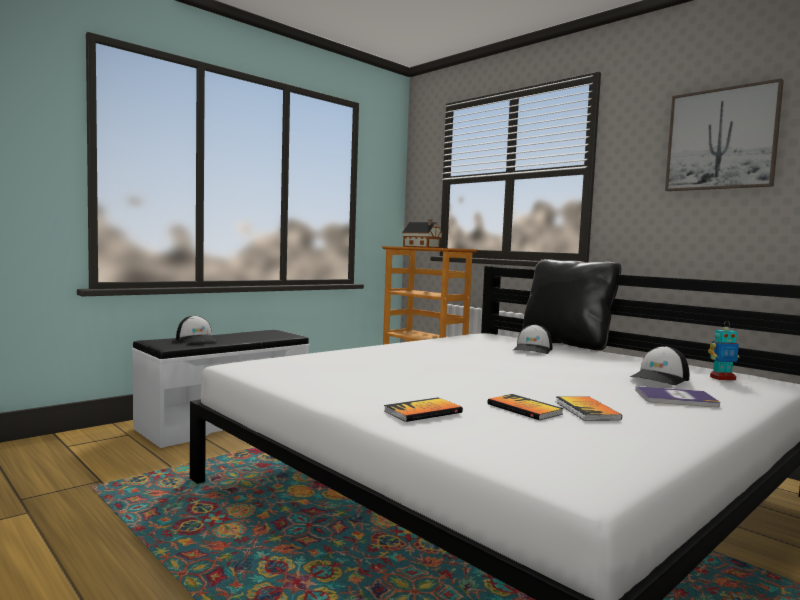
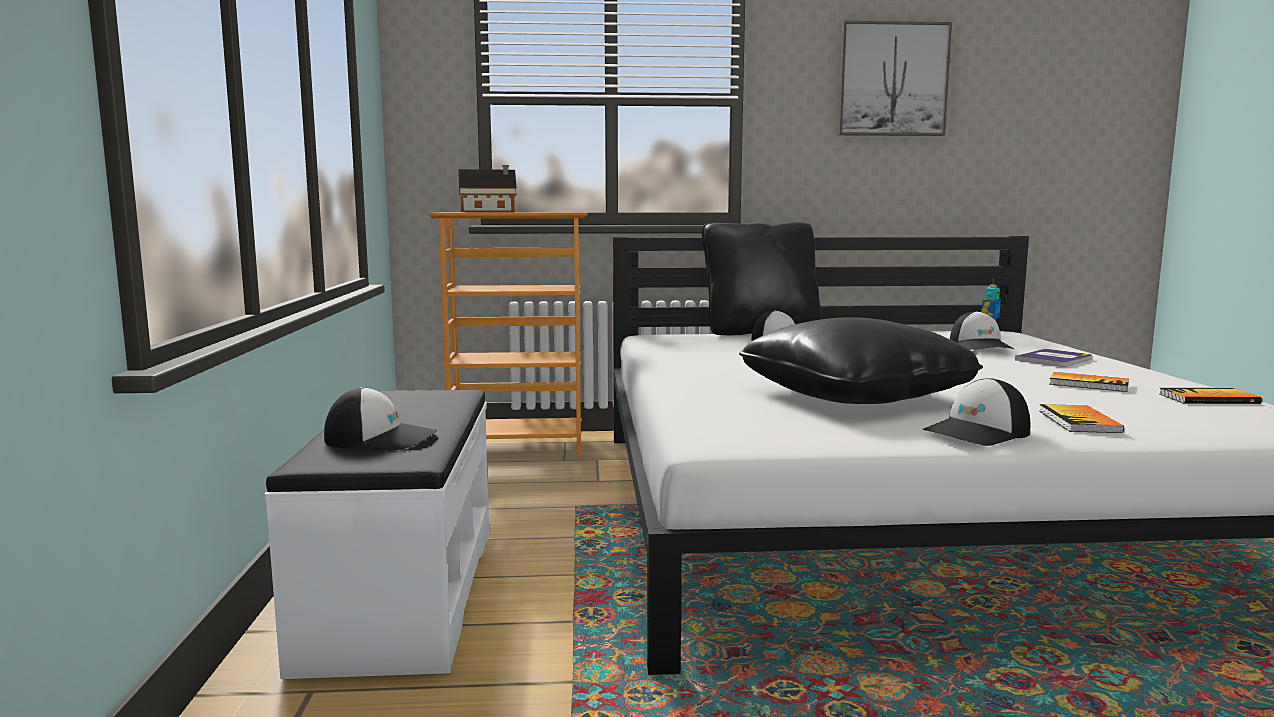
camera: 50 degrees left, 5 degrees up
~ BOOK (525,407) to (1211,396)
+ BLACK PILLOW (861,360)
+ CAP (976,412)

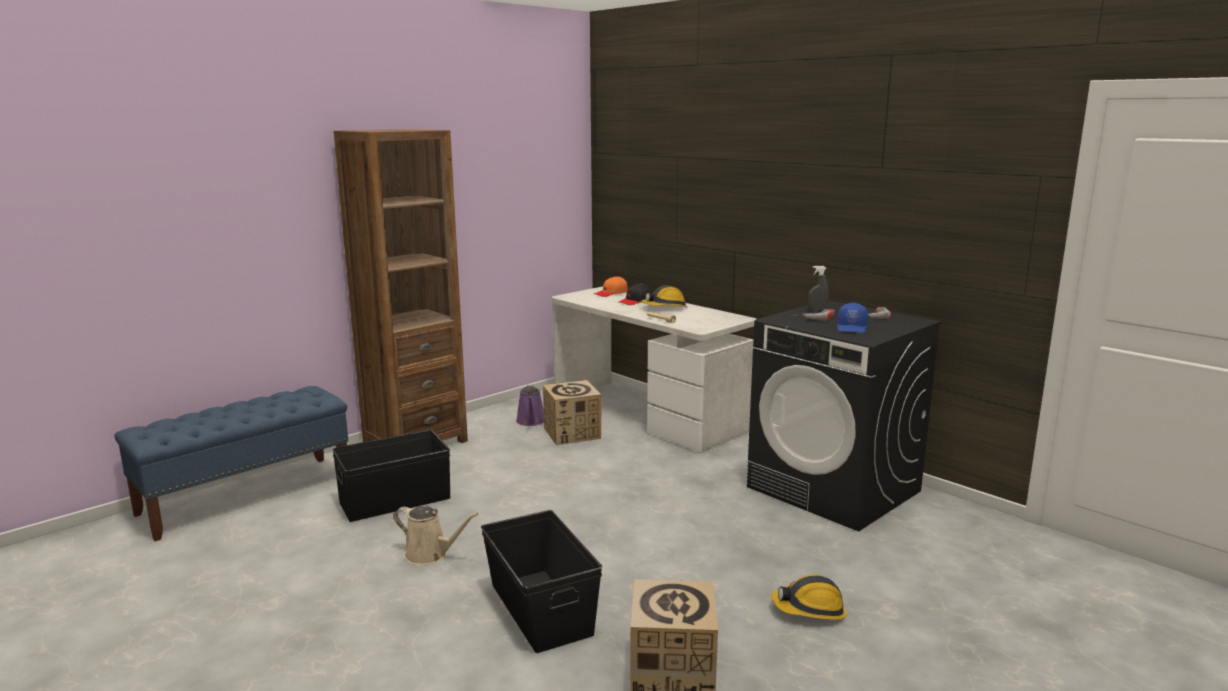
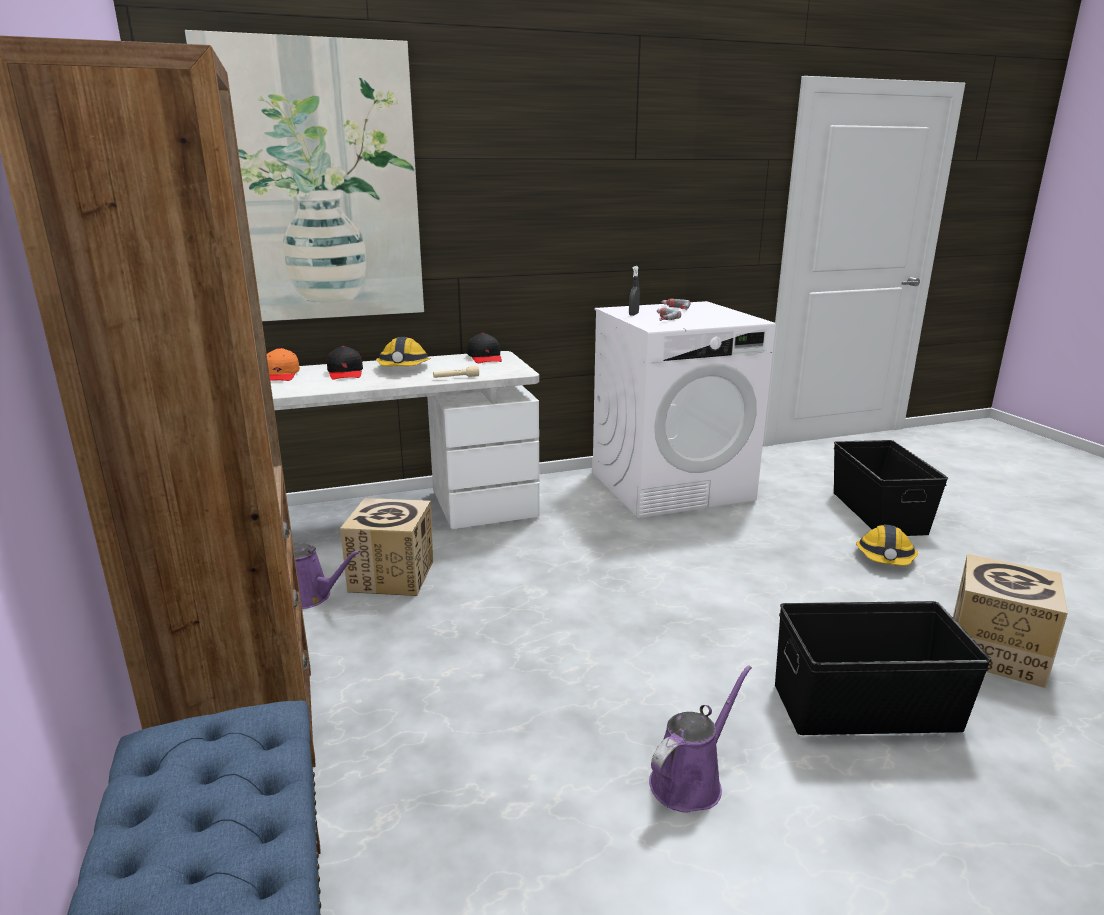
camera: 65 degrees left, 5 degrees up
~ BLACK WASHING MACHINE (844,415) to WHITE WASHING MACHINE (684,409)
- BLUE CAP (852,318)
~ BLACK STORAGE BOX (391,476) to (891,488)
~ BEIGE WATERING CAN (435,535) to PURPLE WATERING CAN (700,739)
+ PICTURE (304,175)
+ BLACK CAP (484,348)

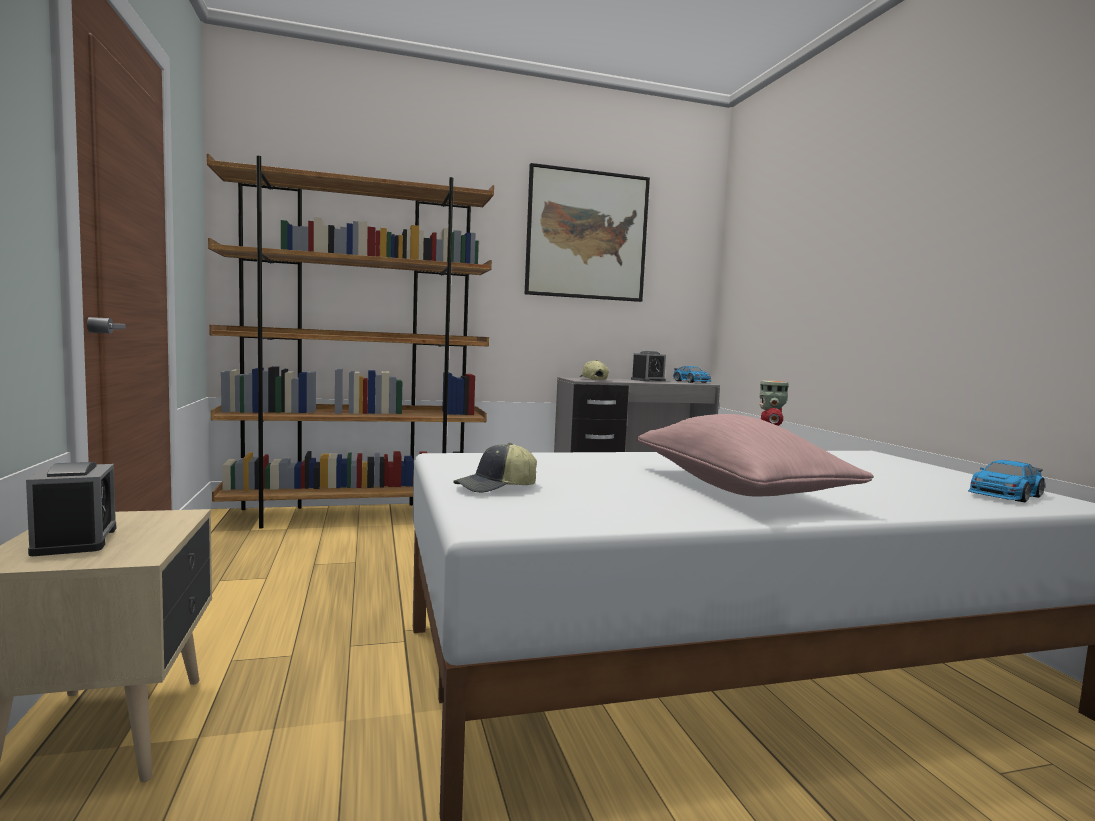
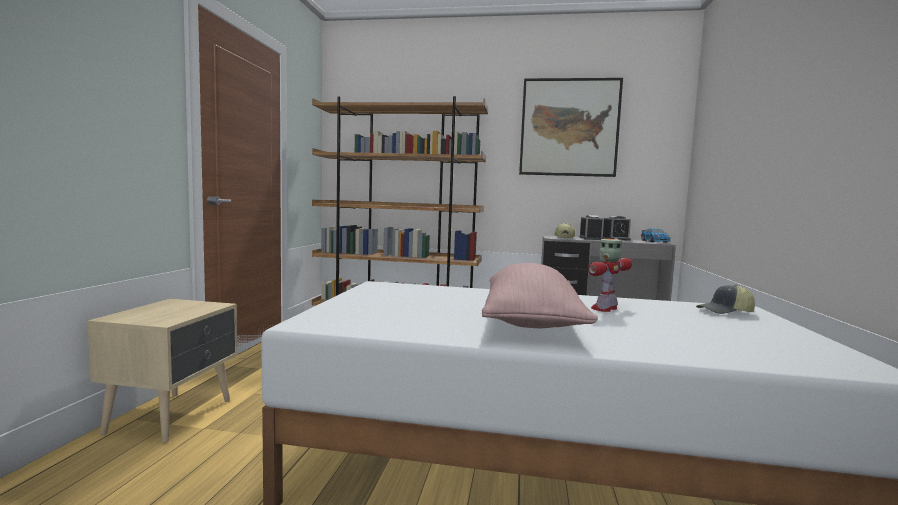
camera: 25 degrees right, 0 degrees up
~ CAP (495,468) to (725,299)
- TOY CAR (1006,481)
~ ALARM CLOCK (71,509) to (591,227)

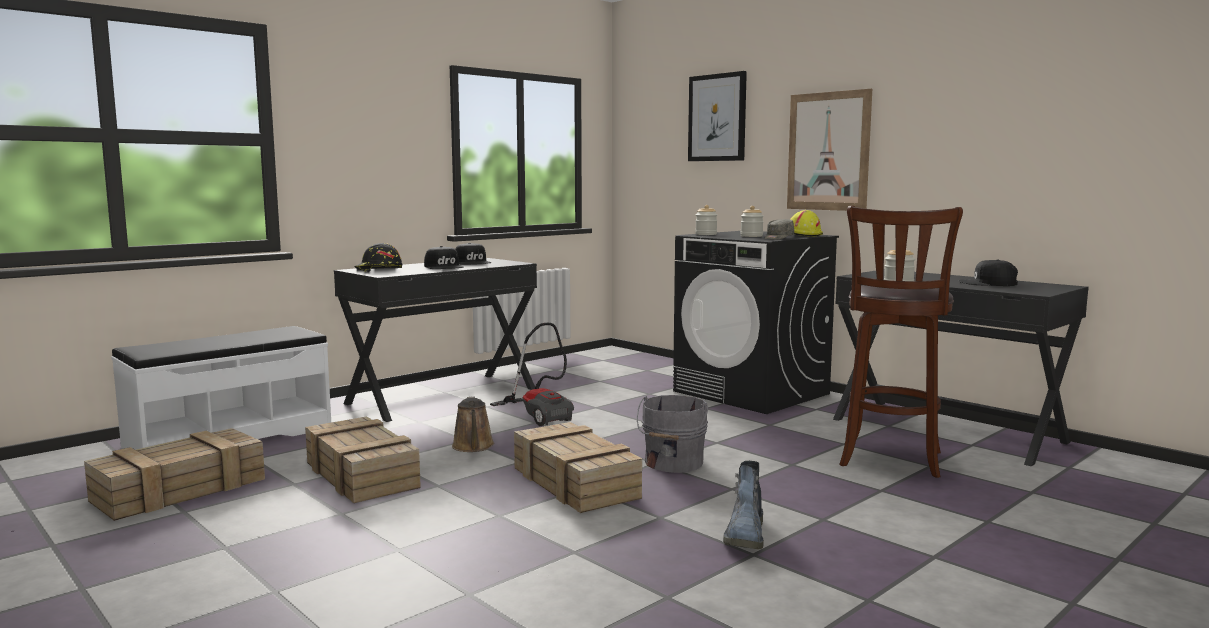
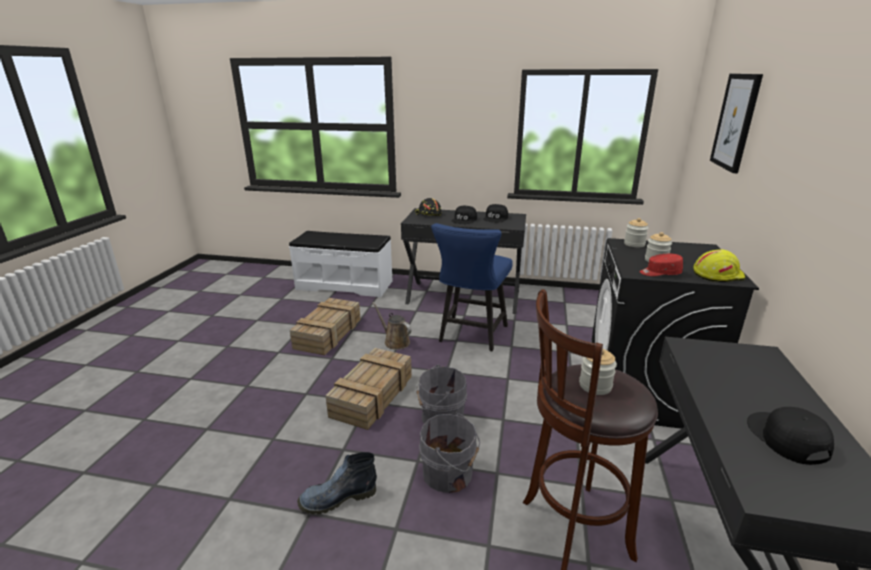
camera: 55 degrees right, 15 degrees up
- PICTURE (829,150)
~ GREY CAP (779,229) to RED CAP (661,265)
~ VACUUM CLEANER (532,374) to BLUE CHAIR (472,287)
~ BROWN WATERING CAN (473,424) = (392,326) 90 degrees clockwise
- CRATE (174,474)
+ GREY BUCKET (449,453)

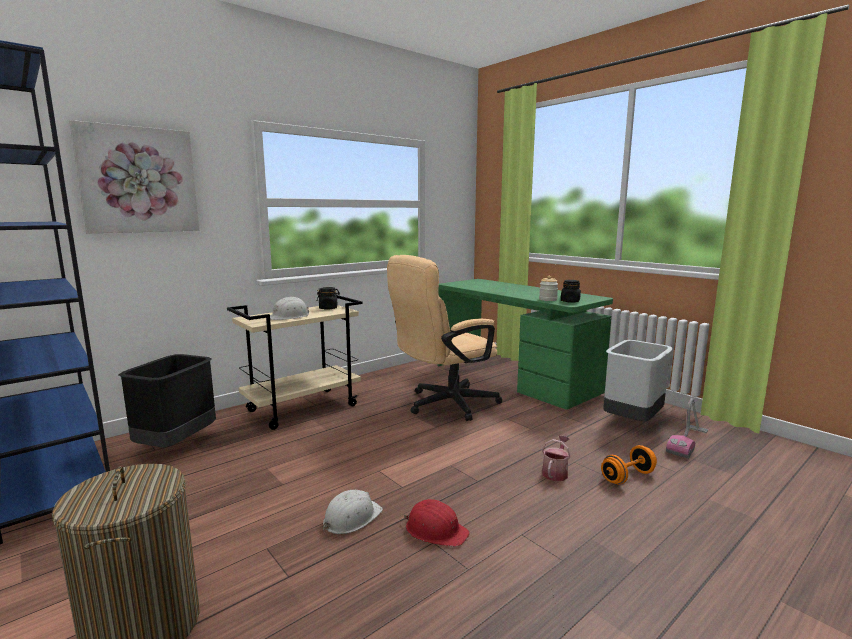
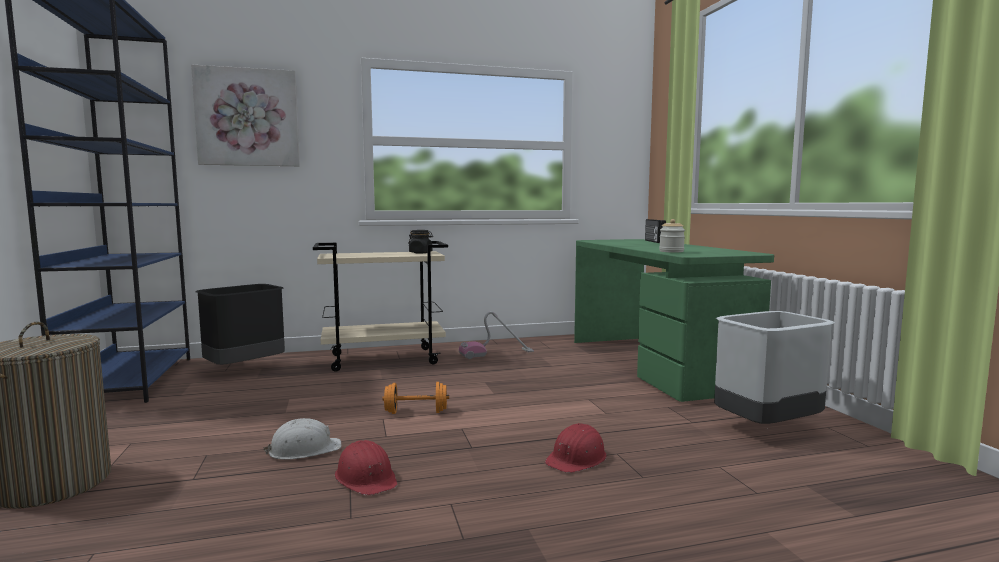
camera: 25 degrees right, 5 degrees down
- BEIGE OFFICE CHAIR (444,338)
- BLACK JAR (571,291)
- WHITE HARD HAT (289,308)
~ VACUUM CLEANER (687,428) to (496,335)
~ WATERING CAN (556,458) to RED HARD HAT (576,448)
~ ORANGE DUMBBELL (629,464) to (415,398)
+ RADIO (655,231)

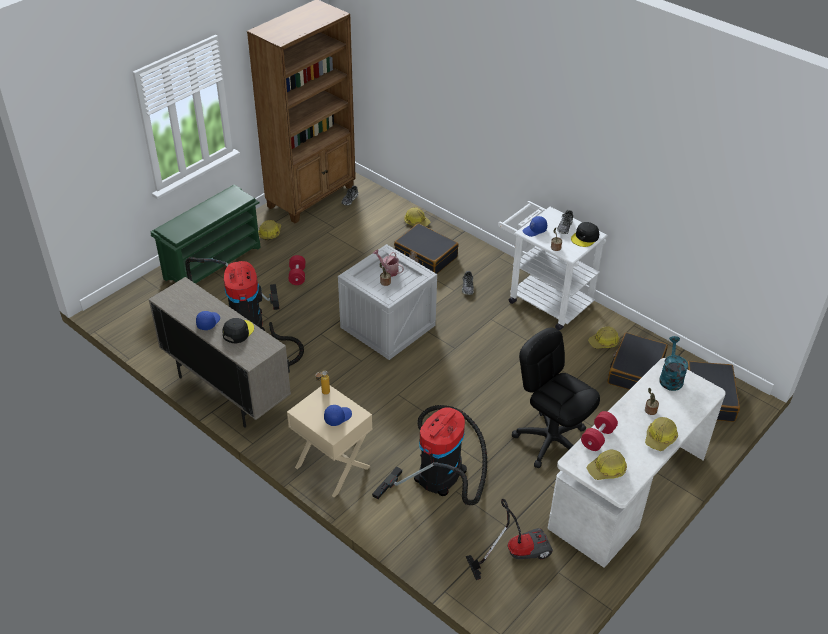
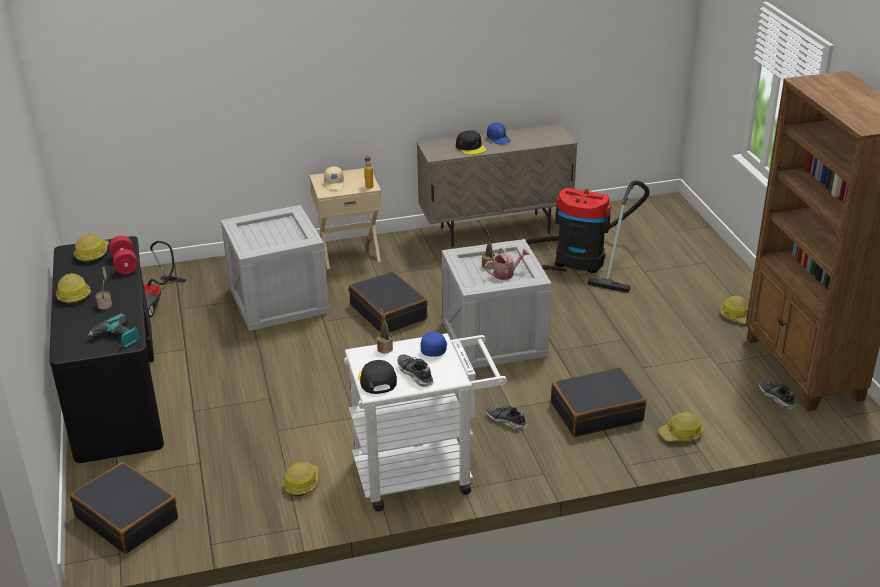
camera: 125 degrees right, 10 degrees down
- GREEN SHOE RACK (206,234)
- RED DUMBBELL (297,270)
- BLACK OFFICE CHAIR (556,398)
~ BLACK SUITCASE (638,361) to (388,302)
~ TURQUOISE WATERING CAN (673,363) to POWER DRILL (113,330)
~ WHITE DESK (636,463) to BLACK DESK (106,349)
~ BLUE CAP (338,415) to BEIGE CAP (334,178)
~ VACUUM CLEANER (429,455) to CRATE (275,268)

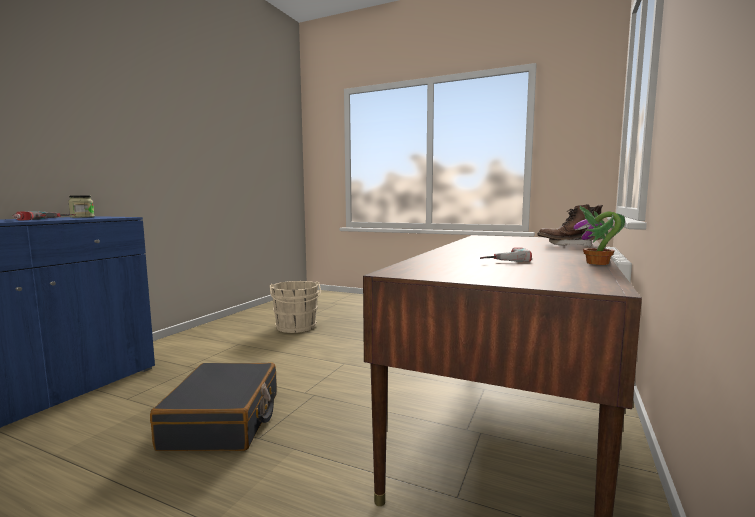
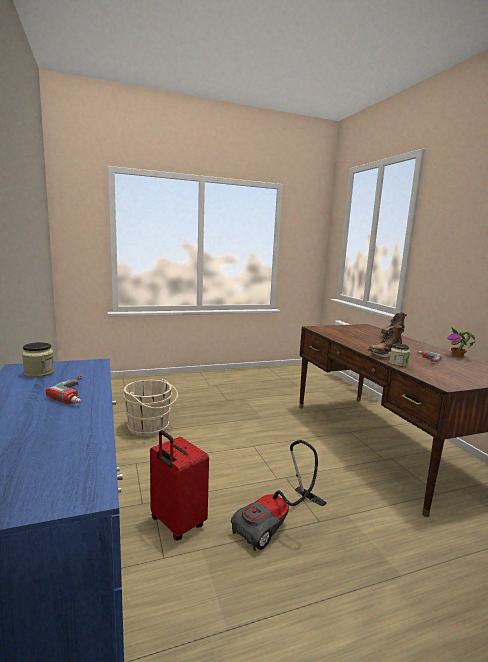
camera: 45 degrees left, 5 degrees up
~ BLACK SUITCASE (213,406) to VACUUM CLEANER (279,495)
+ BROWN BOOT (386,341)
+ JAR (399,355)
+ RED SUITCASE (179,485)

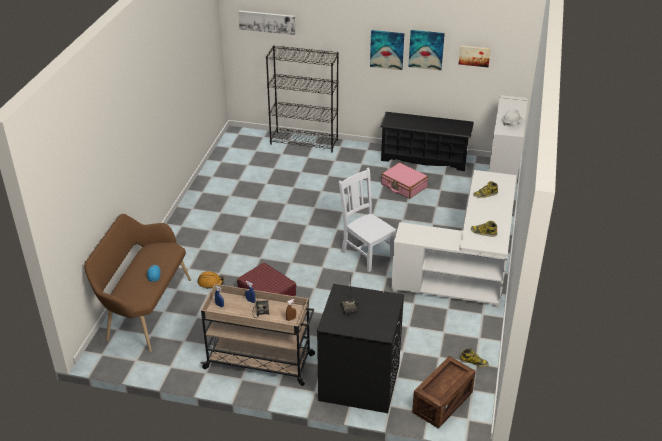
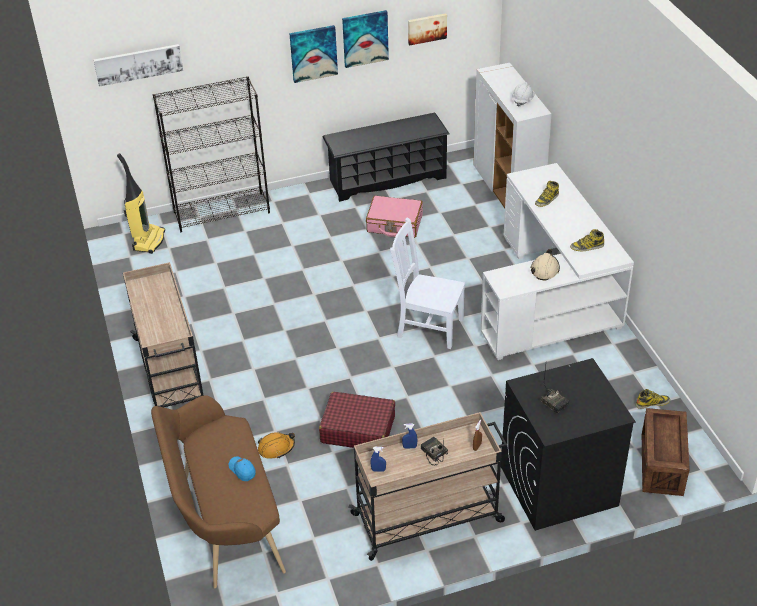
camera: 30 degrees left, 5 degrees up
+ VACUUM CLEANER (141,203)
+ BEIGE HARD HAT (545,264)
+ BEIGE CART (163,334)

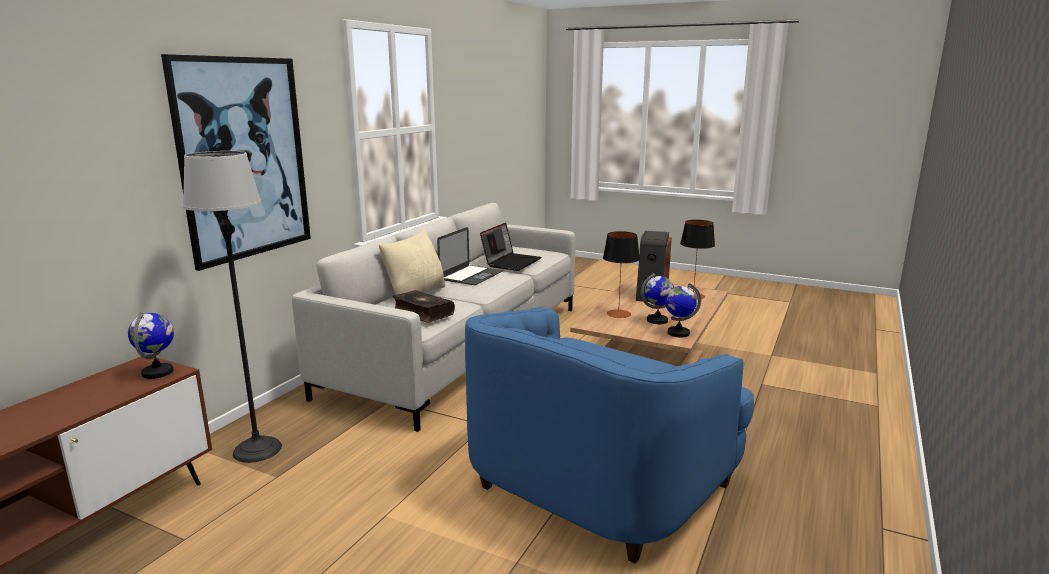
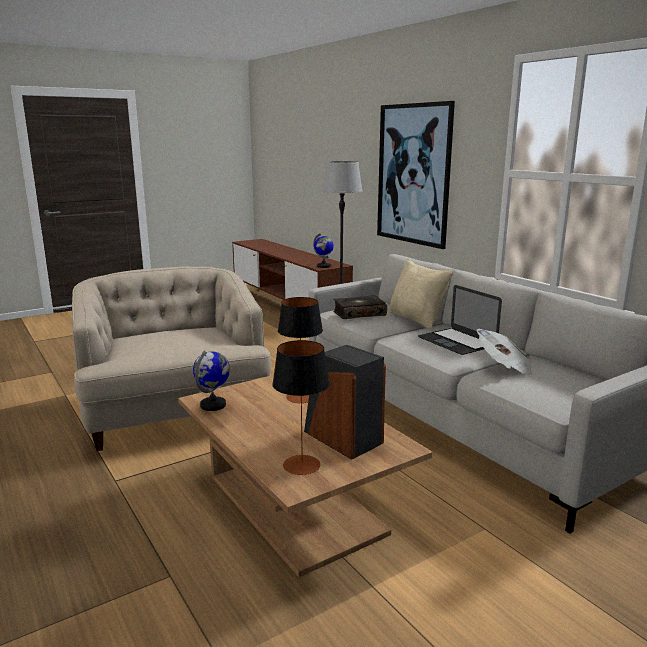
camera: 120 degrees right, 0 degrees up
~ LAPTOP (510,247) to NEWSPAPER (504,352)
- GLOBE (657,298)
~ BLUE ARMCHAIR (609,435) to BEIGE ARMCHAIR (171,359)

